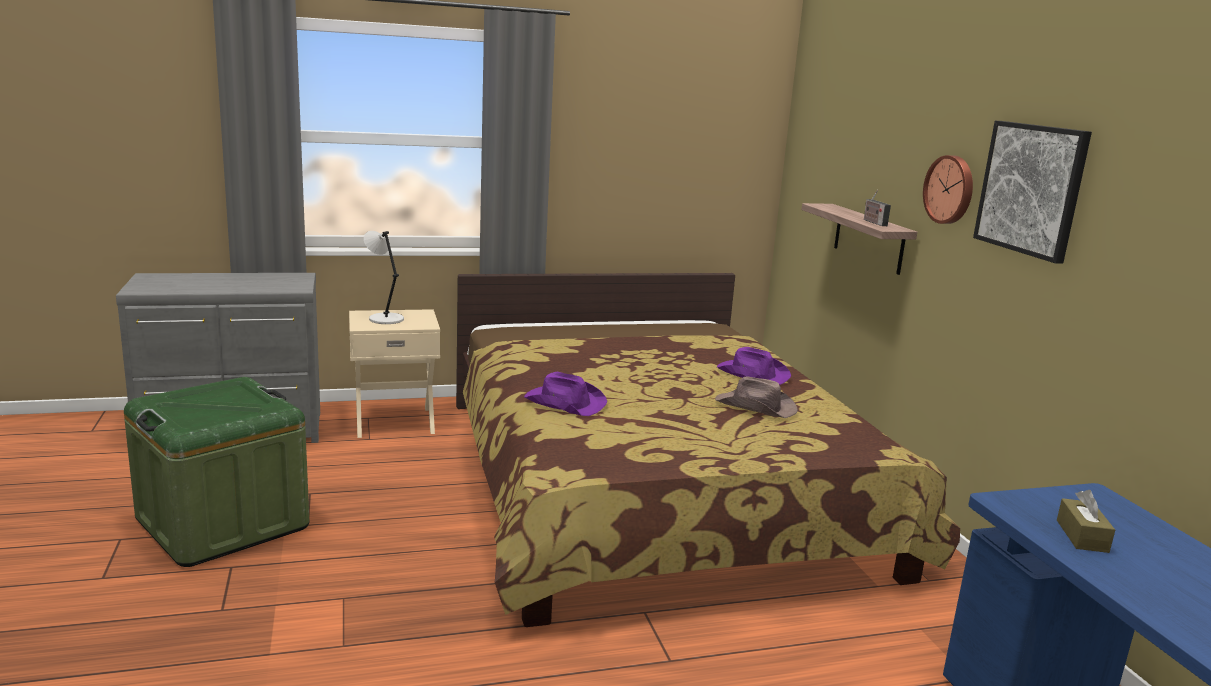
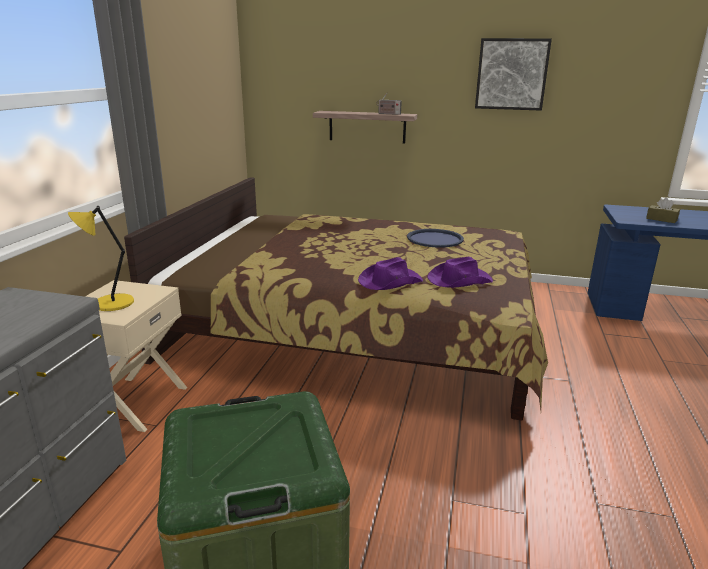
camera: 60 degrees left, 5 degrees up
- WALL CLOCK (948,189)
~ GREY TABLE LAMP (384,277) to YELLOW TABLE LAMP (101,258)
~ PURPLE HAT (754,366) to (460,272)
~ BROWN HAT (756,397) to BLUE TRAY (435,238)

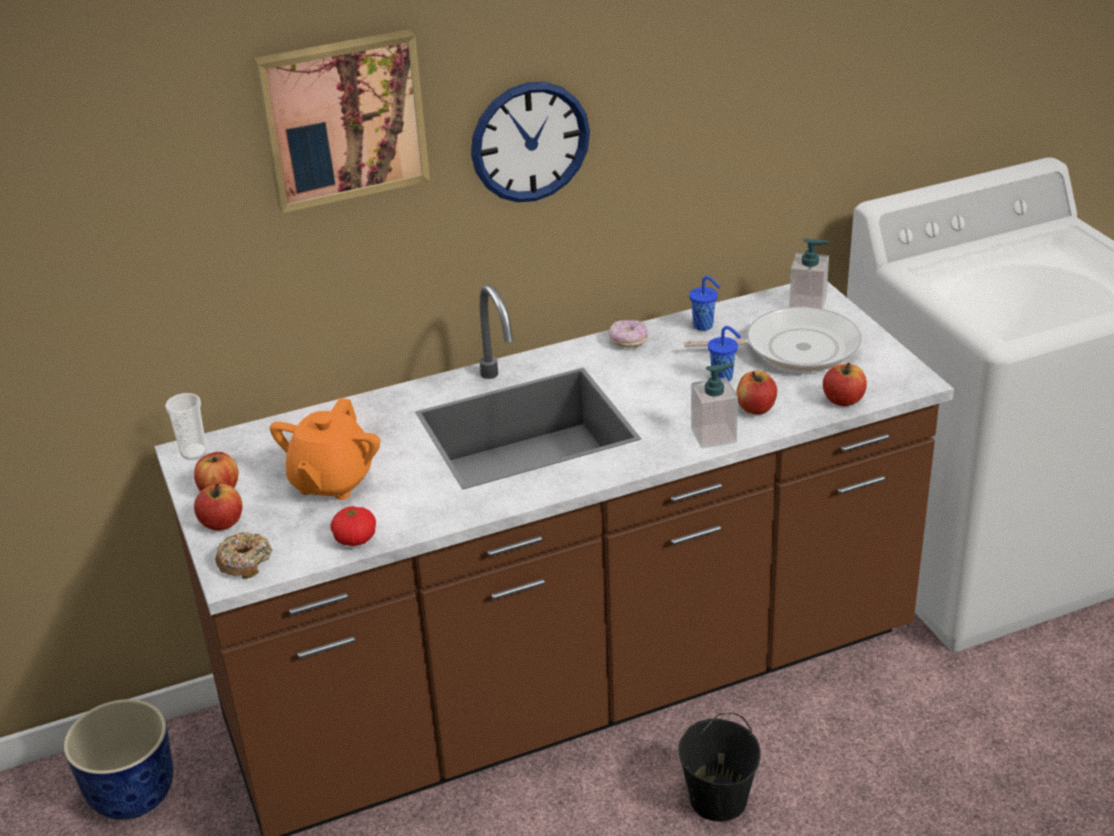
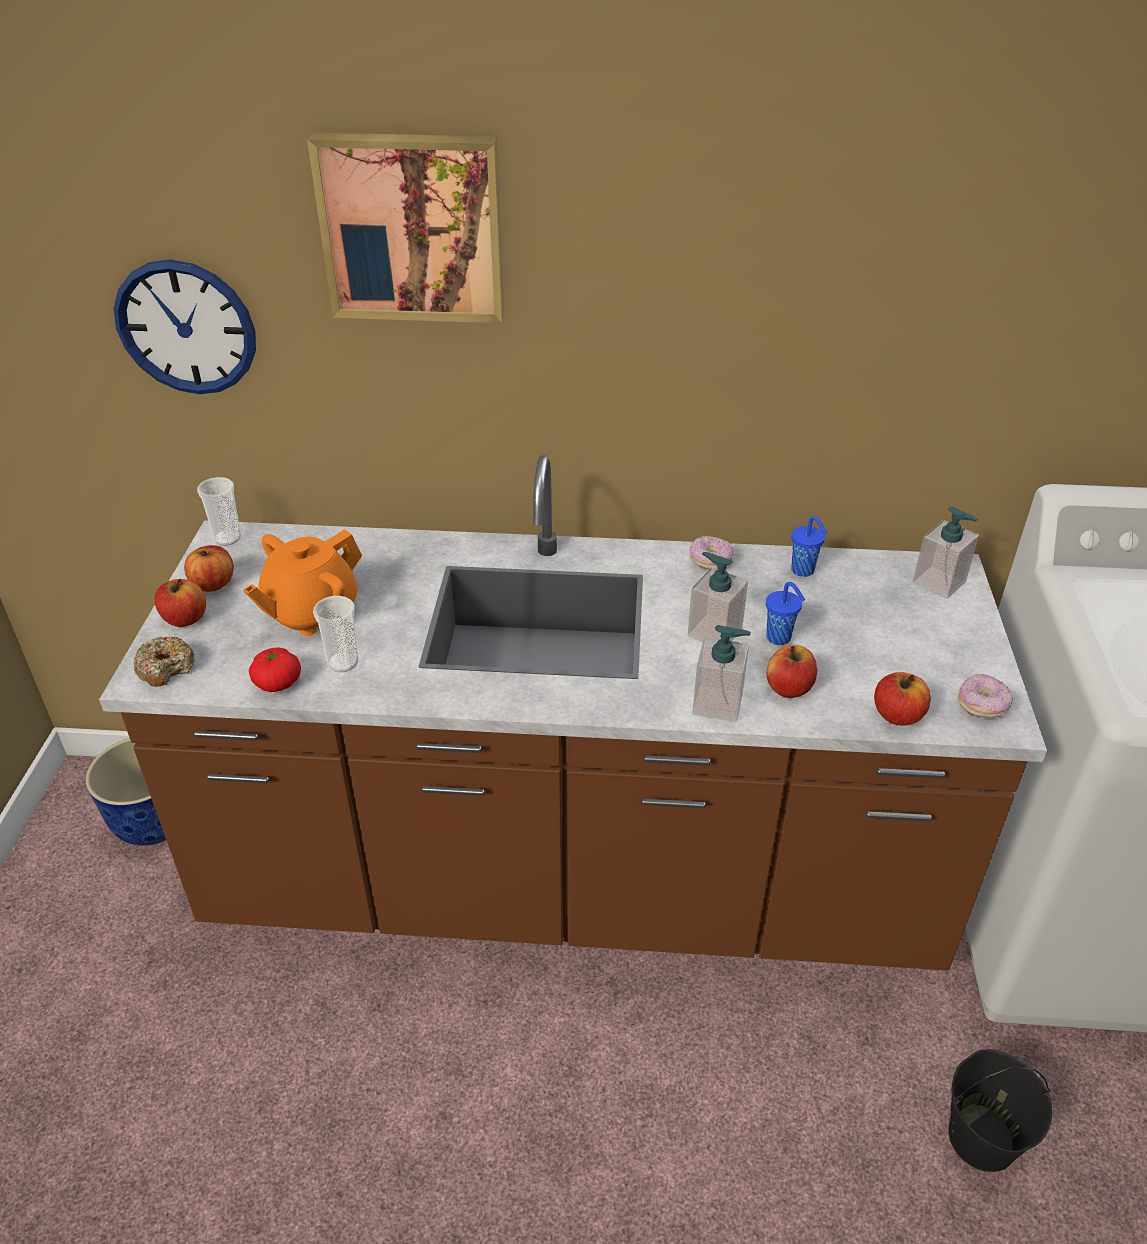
camera: 25 degrees right, 5 degrees up
~ WALL CLOCK (530,142) to (185,326)
- FRYING PAN (773,339)
~ BLACK BUCKET (719,767) to (1000,1110)
+ SOAP DISPENSER (718,597)
+ CUP (336,634)
+ DONUT (985,696)

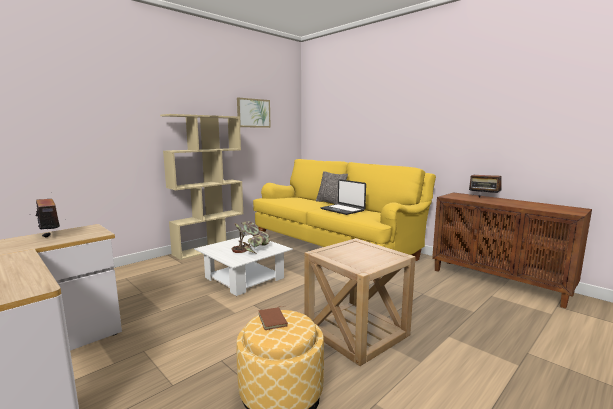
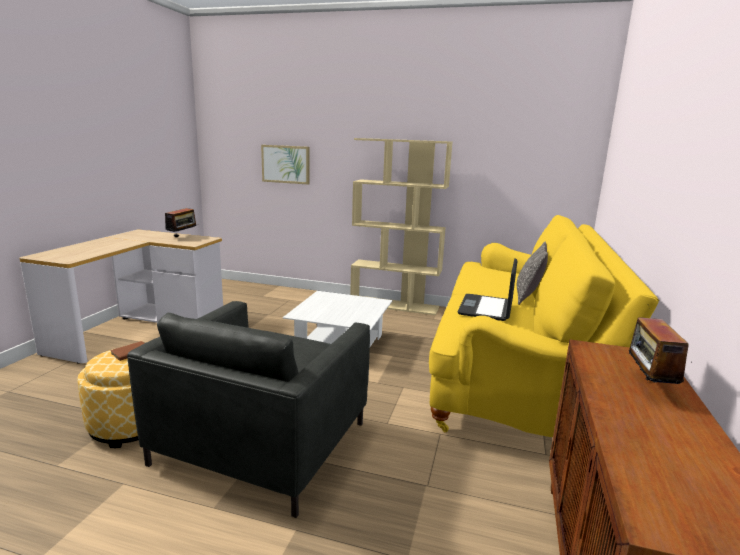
camera: 60 degrees right, 5 degrees up
~ PICTURE (254,113) to (285,164)
- POTTED PLANT (251,237)
~ BEIGE SIDE TABLE (360,302) to GREY ARMCHAIR (248,409)

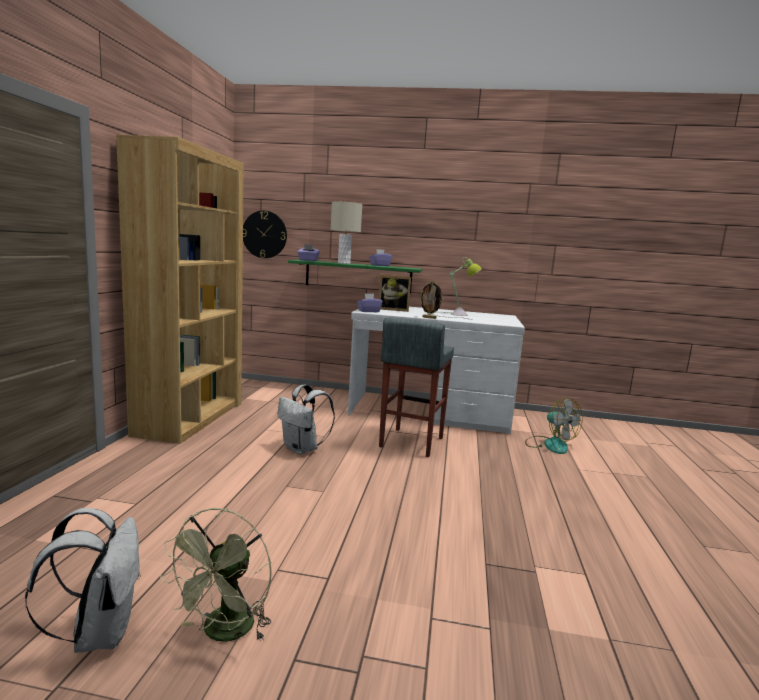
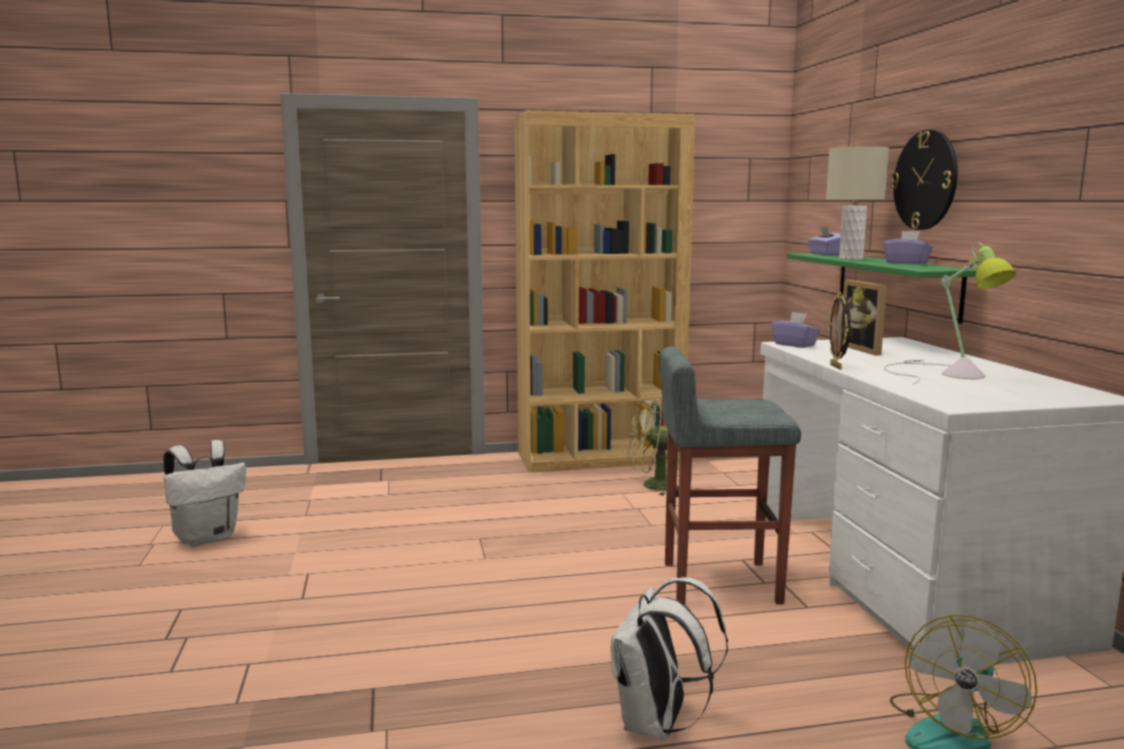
camera: 70 degrees right, 0 degrees up
~ WALL CLOCK (265,234) to (924,180)
~ WHITE BACKPACK (306,419) to (669,658)
~ GREEN FAN (216,575) to (653,447)

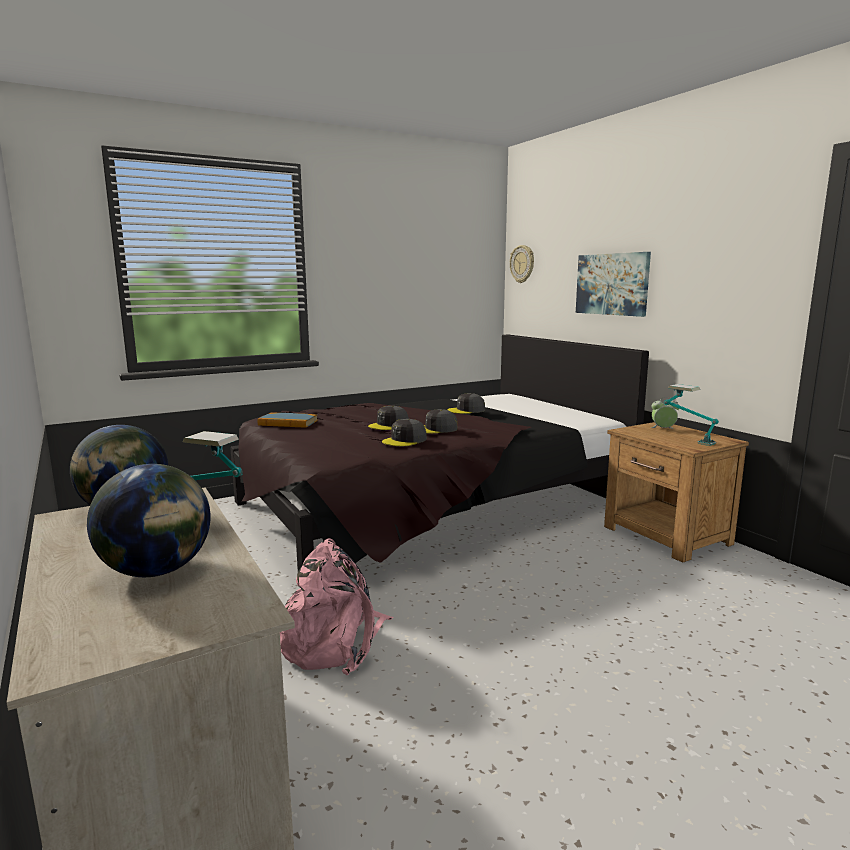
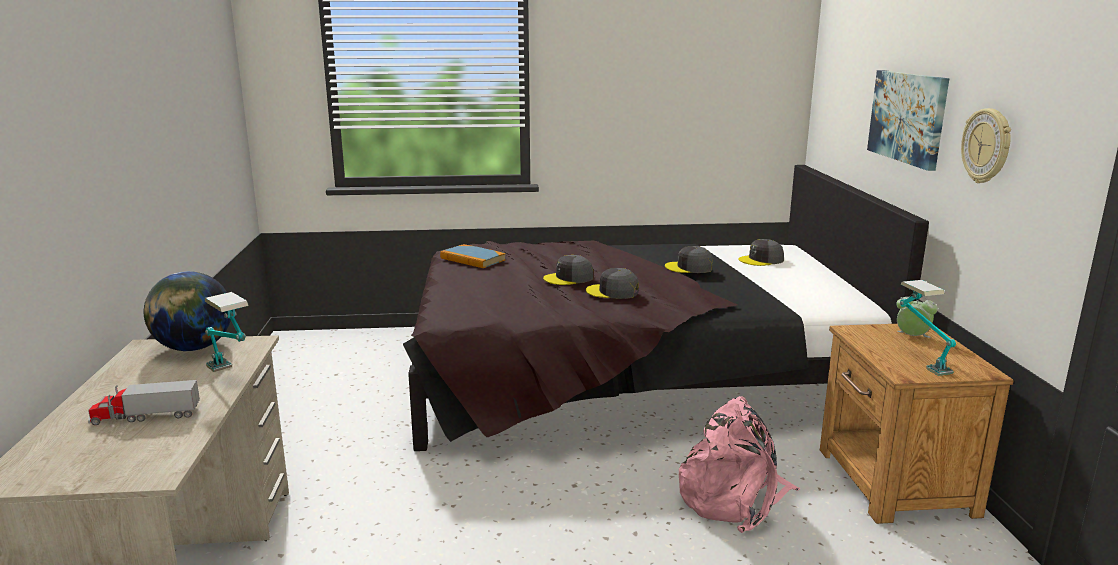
camera: 25 degrees right, 5 degrees up
~ WALL CLOCK (522,264) to (986,145)
~ GREY CAP (404,432) to (761,252)
~ GLOBE (149,520) to TOY TRUCK (144,402)
~ PINK BACKPACK (337,606) to (740,464)

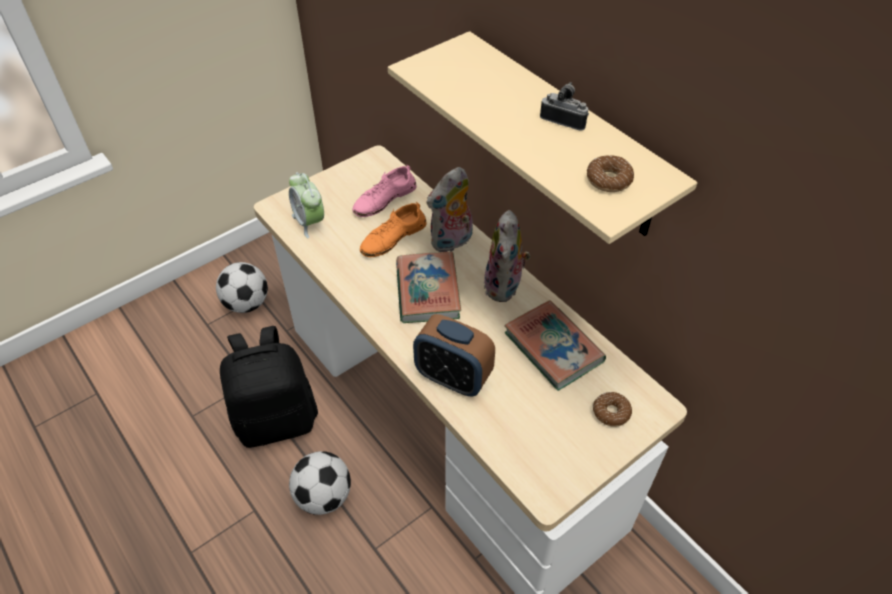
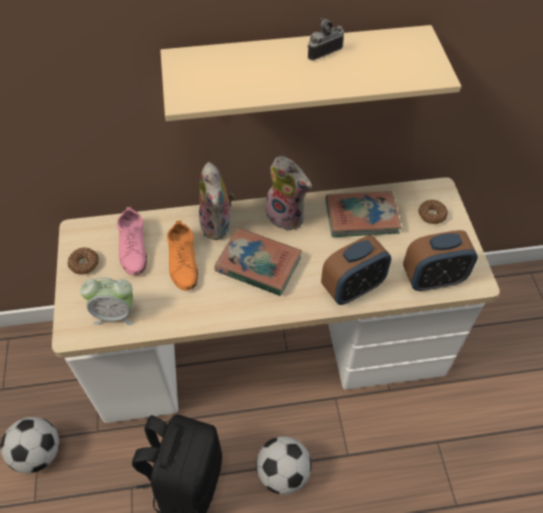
camera: 60 degrees left, 5 degrees up
~ DONUT (610,173) to (83,261)
+ ALARM CLOCK (440,260)

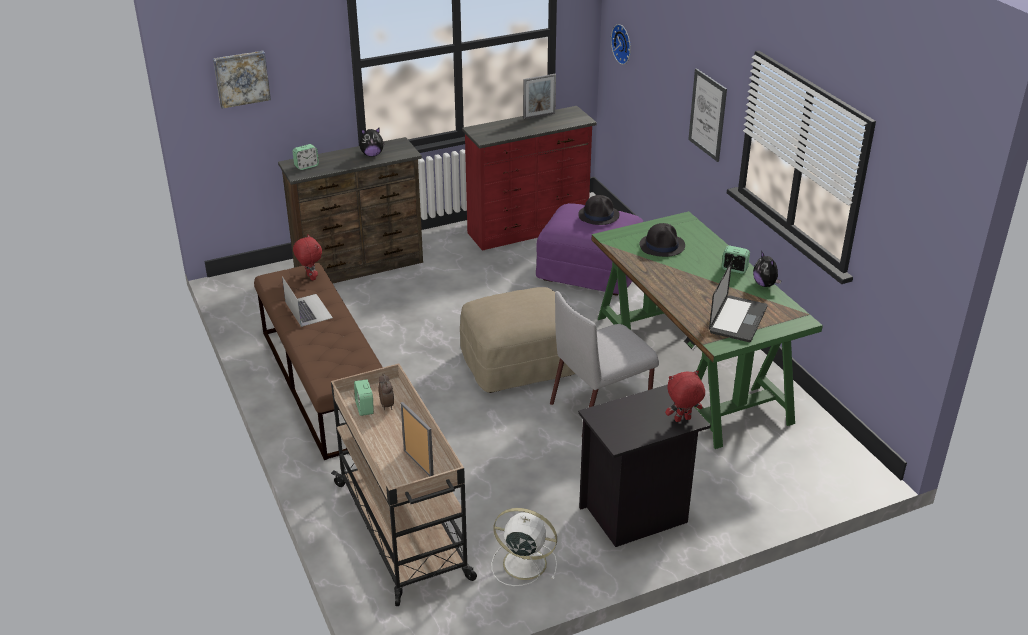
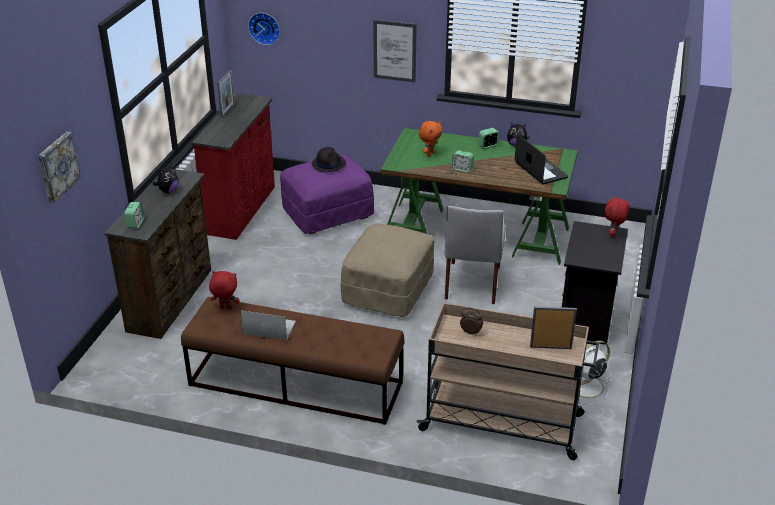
camera: 50 degrees left, 0 degrees up
~ BLACK HAT (662,240) to ORANGE PLUSH TOY (431,139)
~ ALARM CLOCK (364,397) to (463,161)

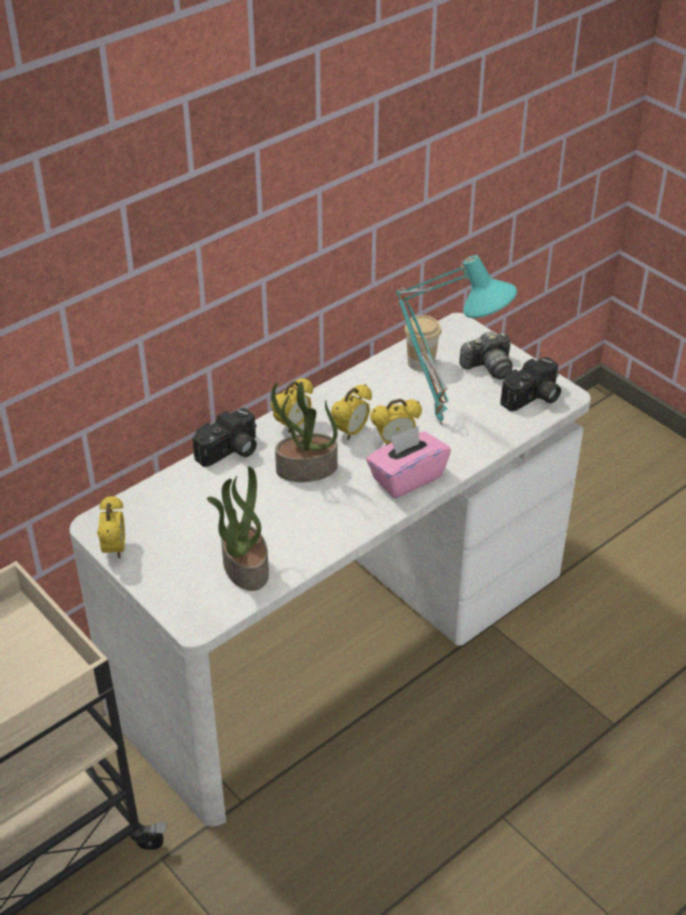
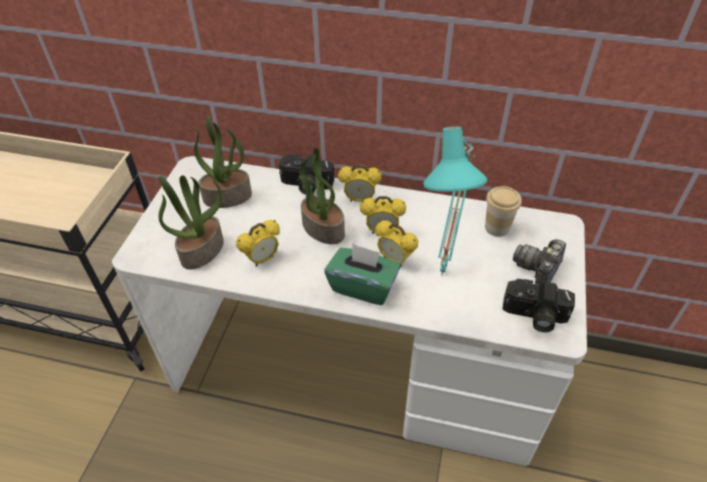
camera: 55 degrees right, 5 degrees up
~ PHOTO CAMERA (485,355) = (539,262) 90 degrees clockwise
~ PINK TISSUE BOX (408,462) to GREEN TISSUE BOX (362,274)
~ ALARM CLOCK (111,526) to (258,243)
+ POTTED PLANT (223,161)

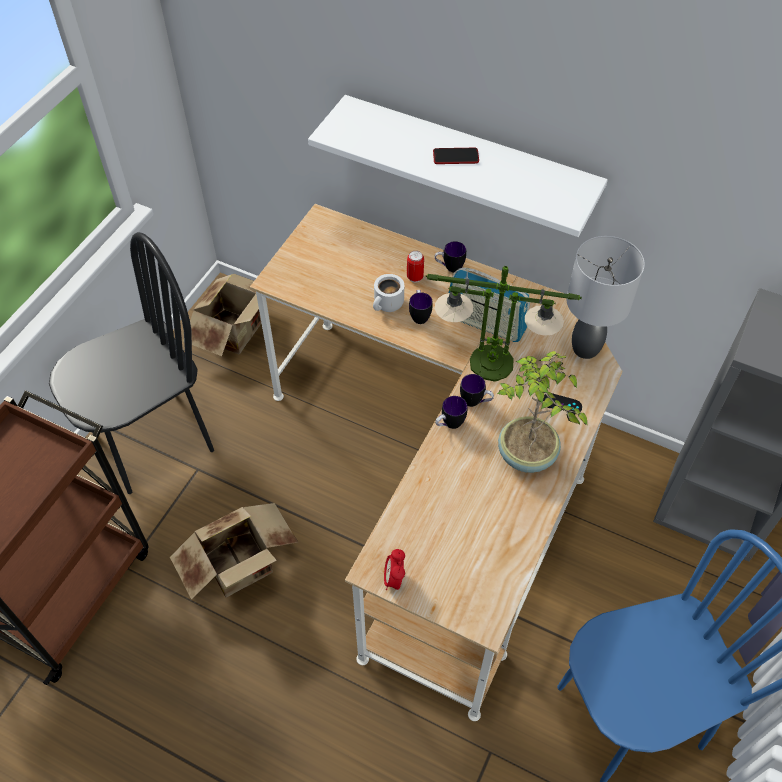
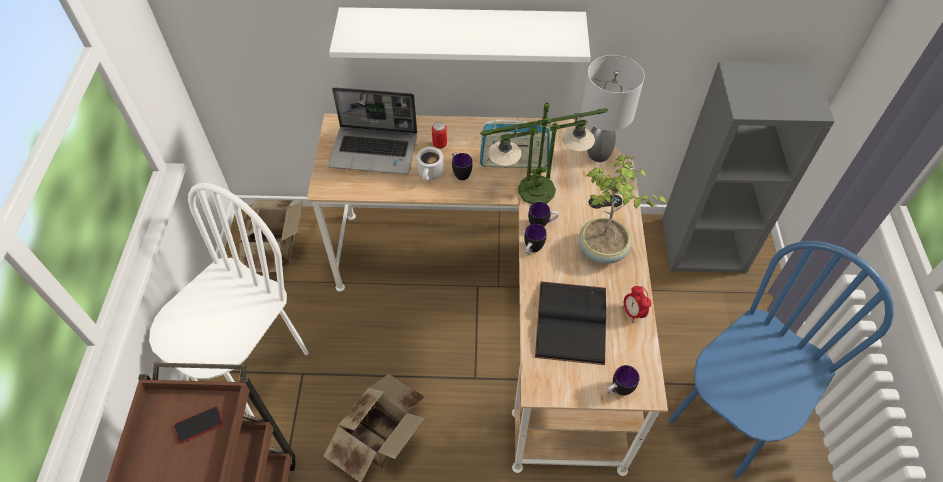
camera: 25 degrees left, 0 degrees up
~ PHONE (456,156) to (198,424)
~ BLACK CHAIR (131,363) to WHITE CHAIR (229,300)
~ MUG (450,256) to (623,380)
~ ALARM CLOCK (394,569) to (637,304)
+ LAPTOP (372,130)
+ BLACK BOOK (570,323)

